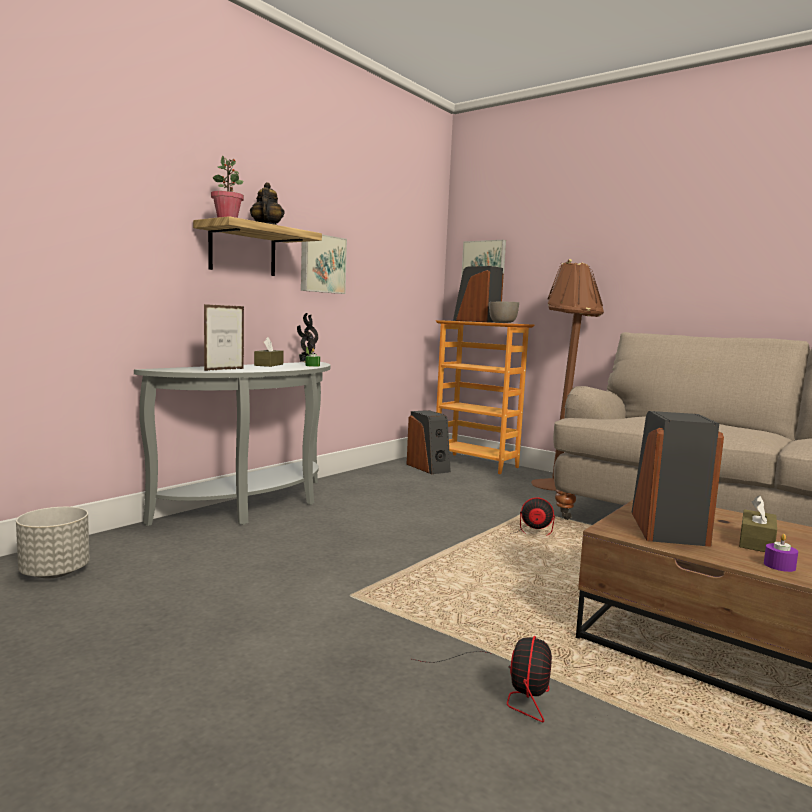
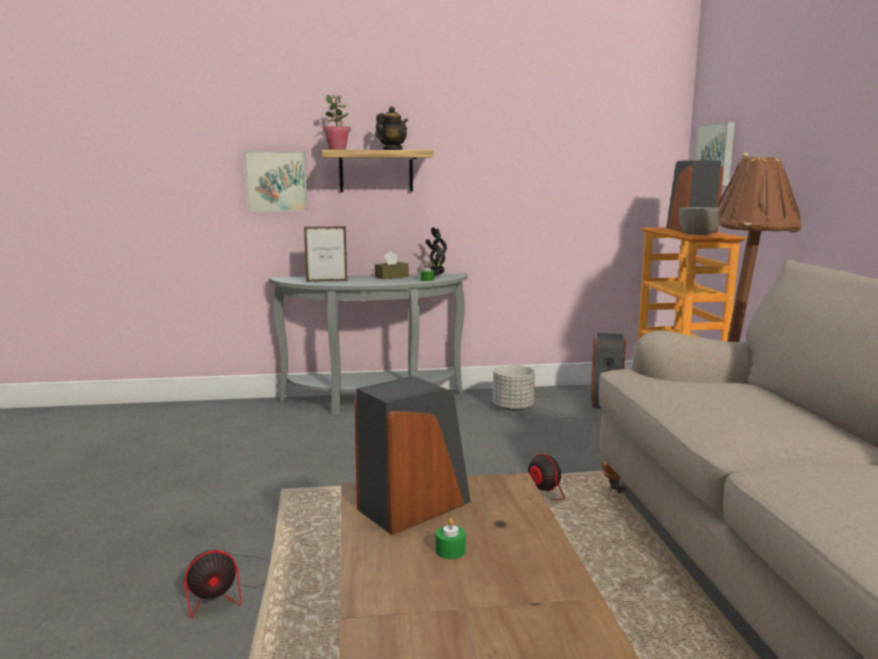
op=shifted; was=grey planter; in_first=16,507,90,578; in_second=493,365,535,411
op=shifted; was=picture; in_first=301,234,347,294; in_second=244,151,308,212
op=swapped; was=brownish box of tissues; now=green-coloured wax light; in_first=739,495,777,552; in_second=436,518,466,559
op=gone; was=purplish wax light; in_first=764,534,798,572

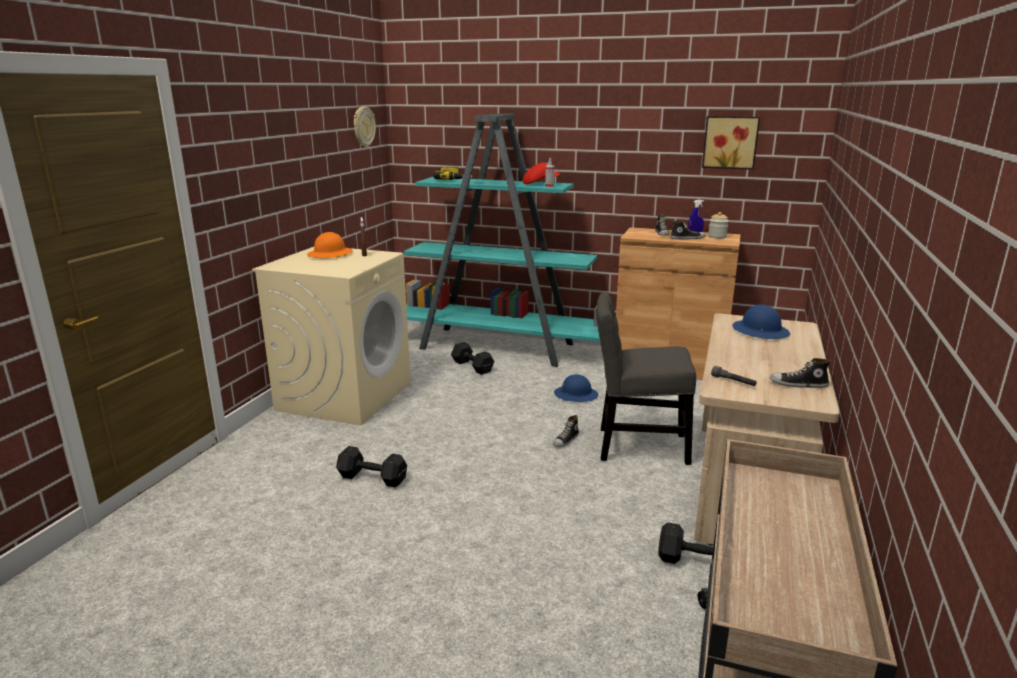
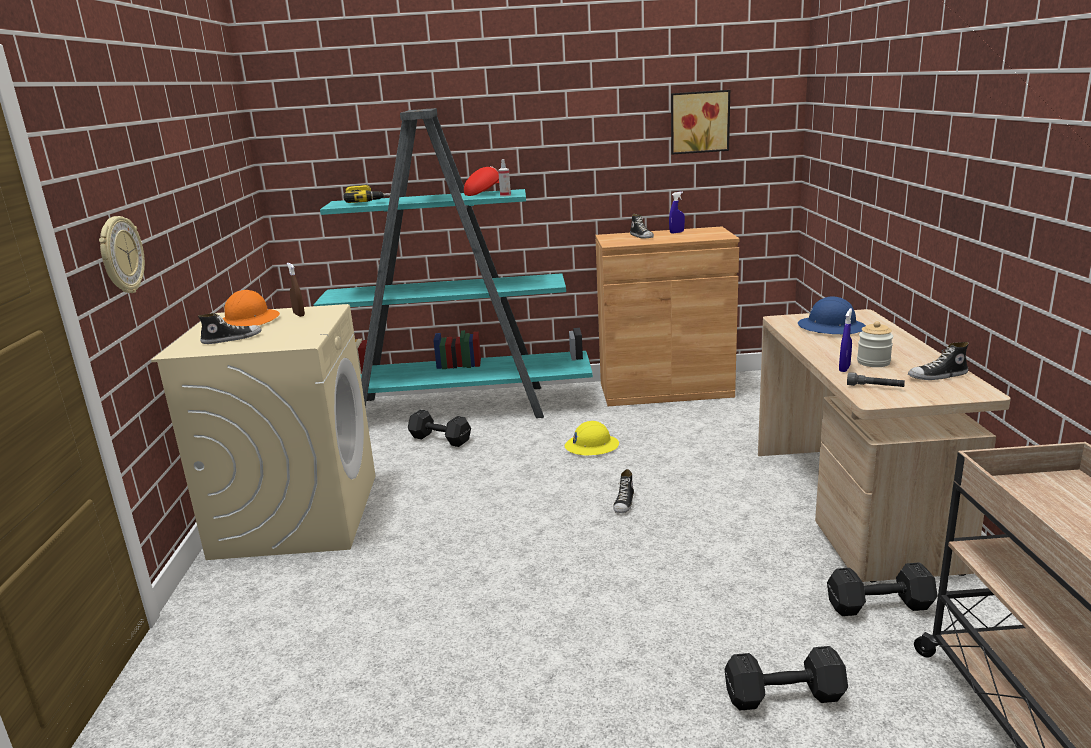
op=shifted; was=black dumbbell; in_first=336,446,407,487; in_second=725,646,848,710
op=shifted; was=clock on the wall; in_first=354,107,376,148; in_second=99,216,145,293
op=repainted; was=blue work helmet; now=yellowish work helmet; in_first=554,374,598,402; in_second=565,421,619,456
op=gone; was=grey upright chair; in_first=596,292,696,465
op=shifted; was=low shoe; in_first=670,221,706,239; in_second=198,313,262,344
op=shifted; was=jar; in_first=708,212,729,239; in_second=857,321,893,367
op=new; now=blue hand sprayer; in_second=839,308,852,372

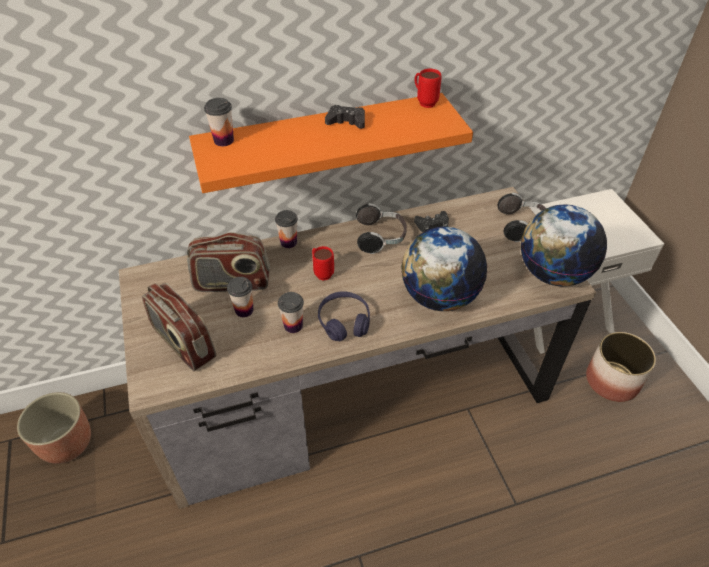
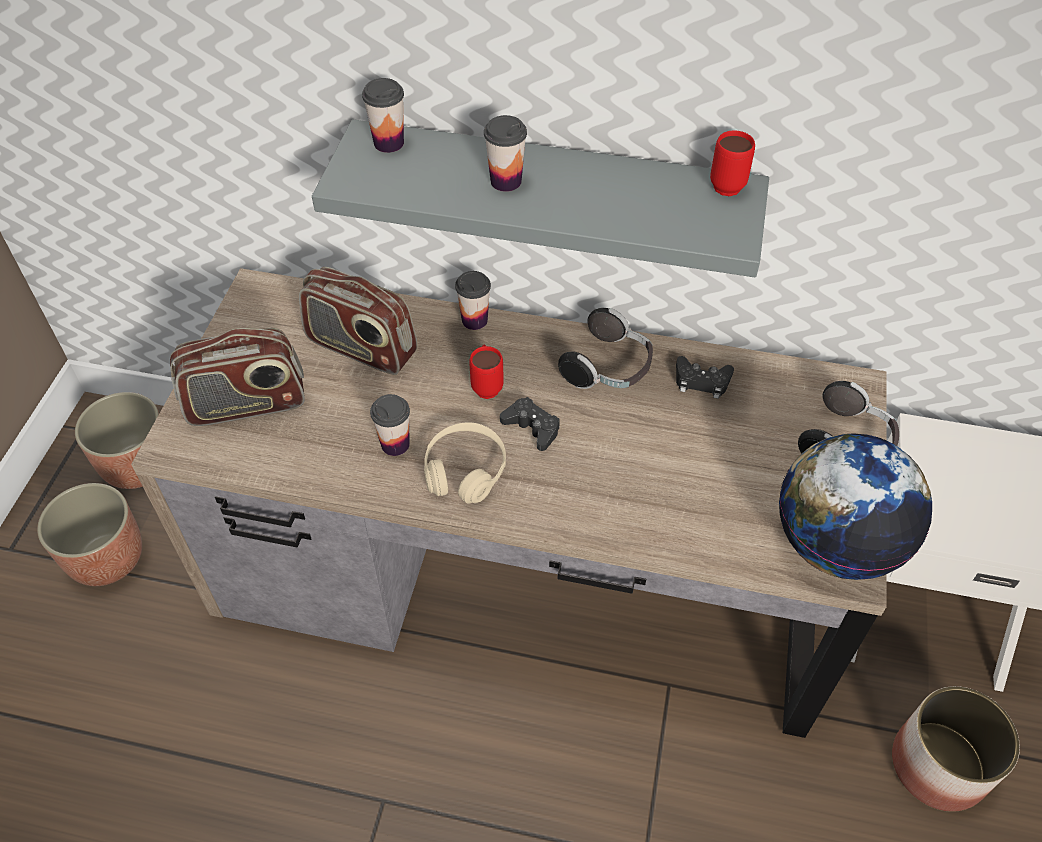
op=rotated; was=radio set; in_first=142,283,216,371; in_second=170,328,305,426; clockwise=-90
op=repainted; was=orange bracket shelf; now=grey bracket shelf; in_first=189,93,473,193; in_second=312,119,769,277
op=shifted; was=cup; in_first=227,277,253,317; in_second=484,115,527,192
op=repainted; was=purplish headphones; now=beige-coloured headphones; in_first=318,291,370,341; in_second=424,422,506,504
op=shifted; was=black gamepad; in_first=325,105,365,129; in_second=500,397,560,451
op=gone; was=desk globe; in_first=401,227,487,311
op=new; now=planter; in_second=37,483,142,586

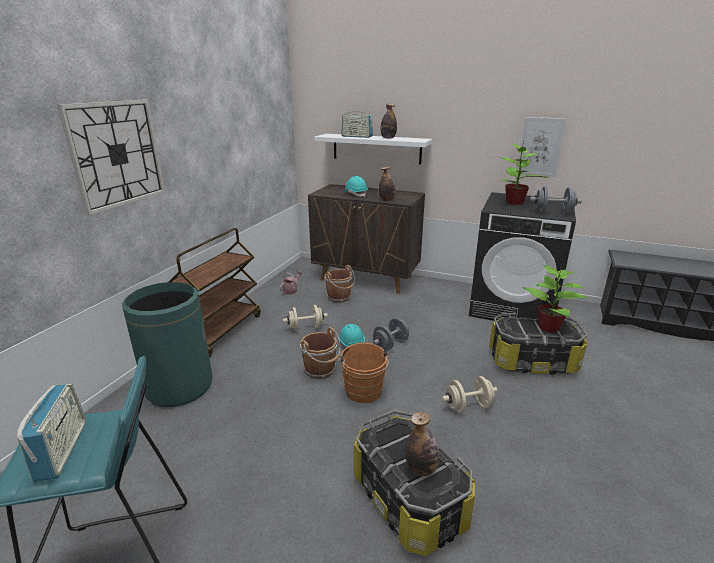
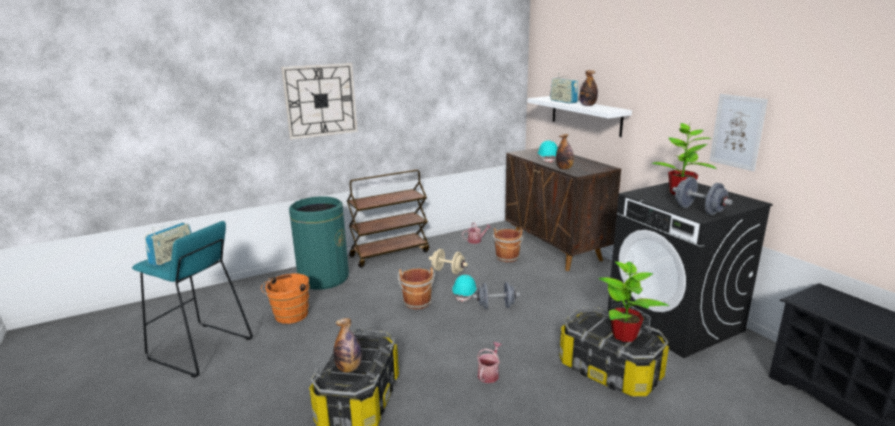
op=shifted; was=orange bucket; in_first=338,343,389,403; in_second=261,274,309,324
op=swapped; was=beige-coloured dumbbell; now=watering can; in_first=442,376,498,413; in_second=477,342,502,383

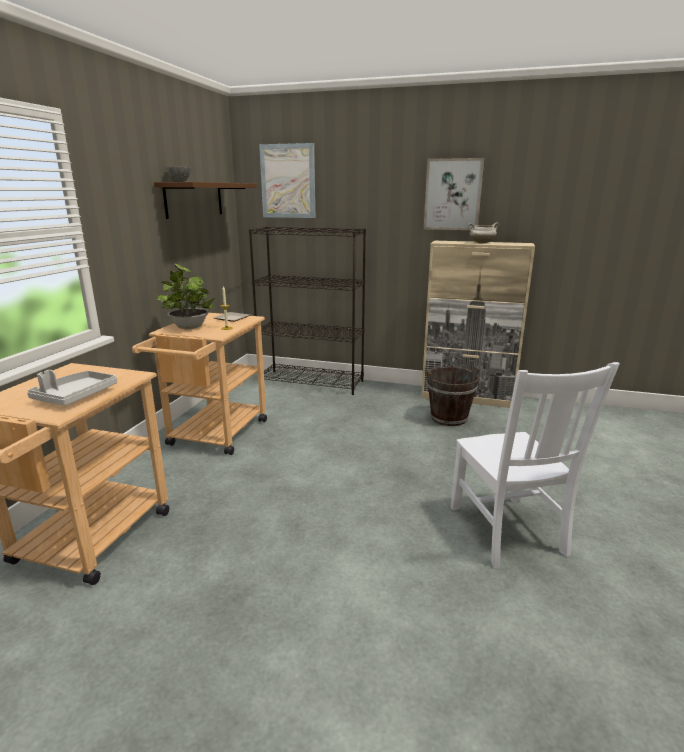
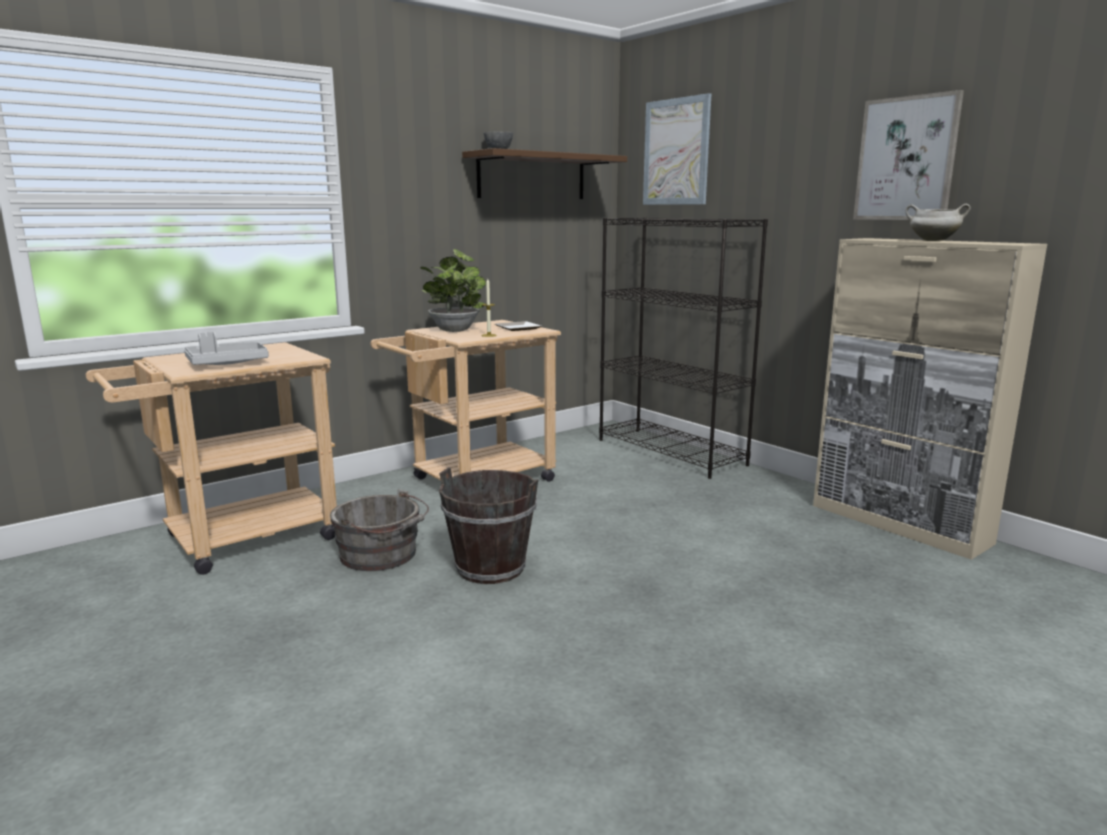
op=shifted; was=brownish bucket; in_first=427,366,479,426; in_second=439,467,539,584
op=gone; was=white upright chair; in_first=450,362,620,568
op=new; now=grey bucket; in_second=330,489,429,571

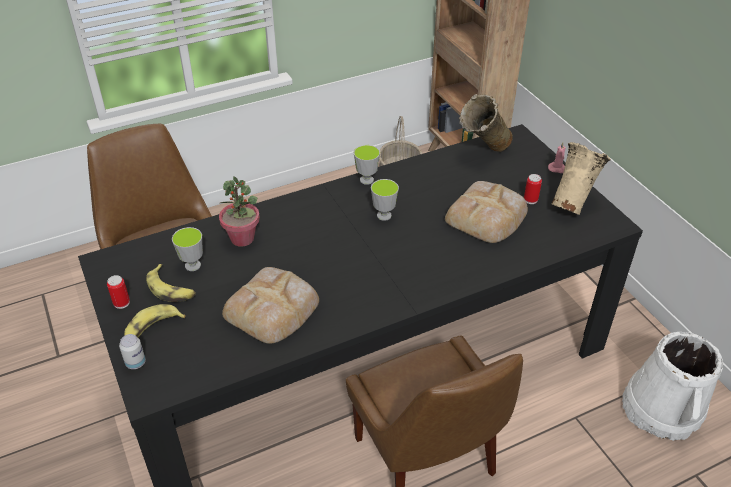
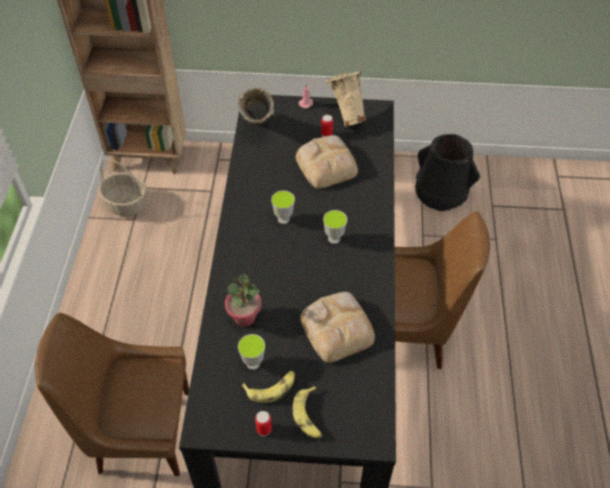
op=gone; was=metal can; in_first=119,334,146,369
op=shifted; was=cup; in_first=354,145,380,185; in_second=323,210,347,244
op=repainted; was=white bucket; now=black bucket; in_first=622,332,723,441; in_second=415,134,480,211

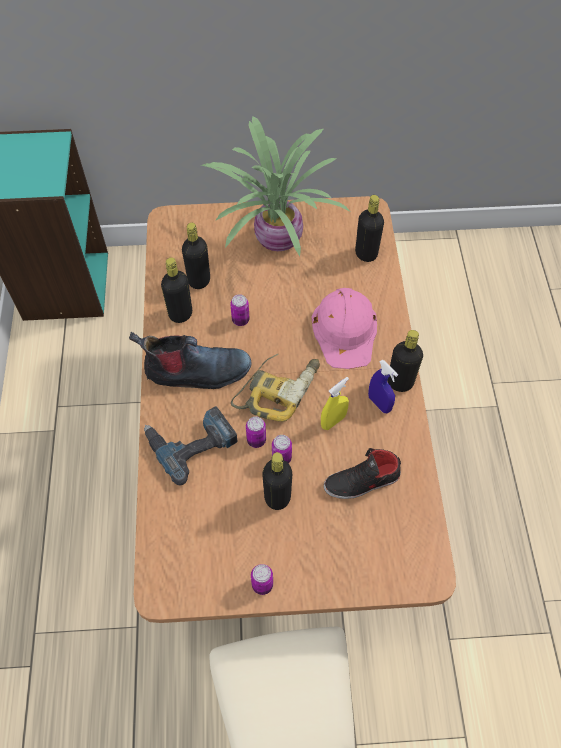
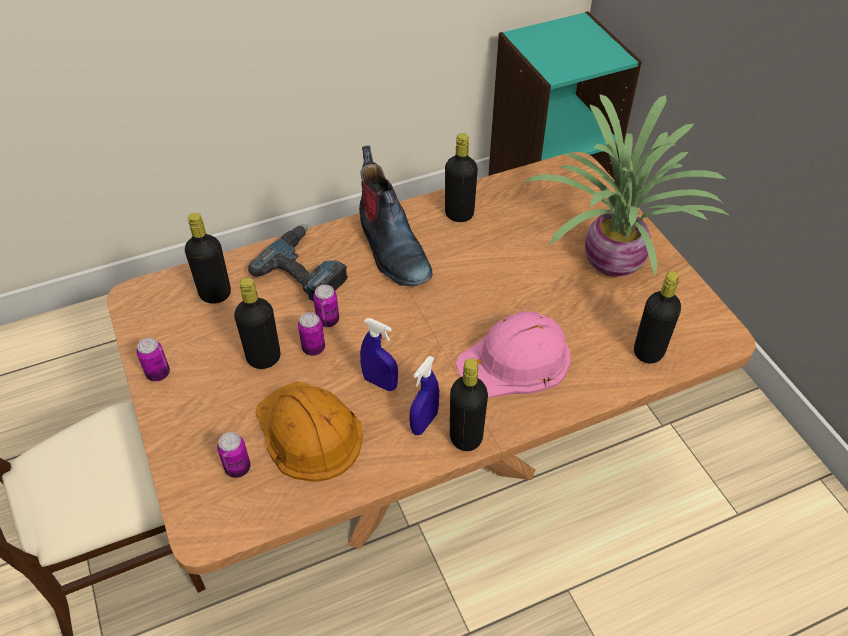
op=shifted; was=black bottle; in_first=182,222,210,289; in_second=185,213,231,304
op=shifted; was=metal can; in_first=230,294,250,326; in_second=217,432,251,478
op=gone; was=drill; in_first=231,354,320,422
op=repainted; was=yellowish hand sprayer; now=blue hand sprayer; in_first=321,377,349,430; in_second=360,318,398,391
op=swapped; was=black low shoe; now=orange work helmet; in_first=324,448,401,499; in_second=255,382,363,482

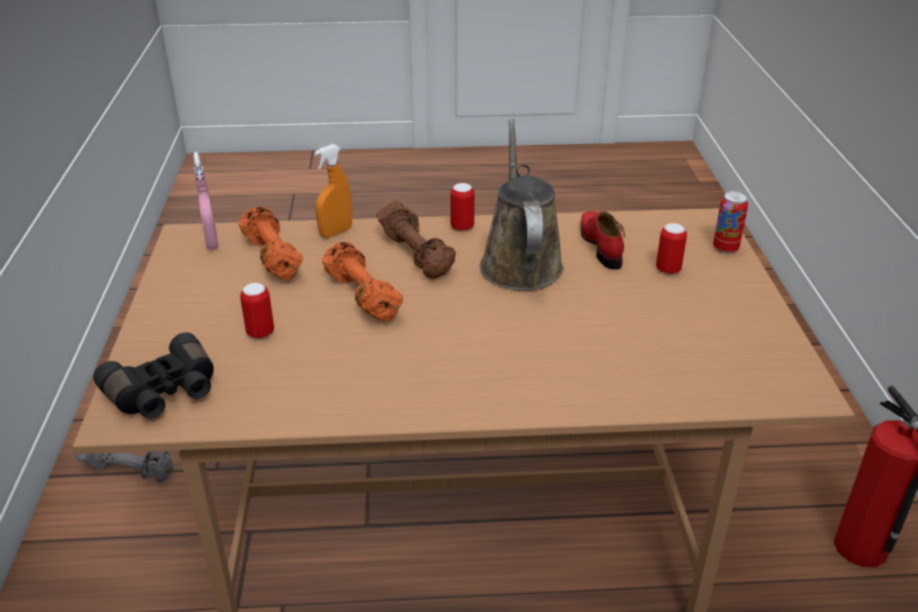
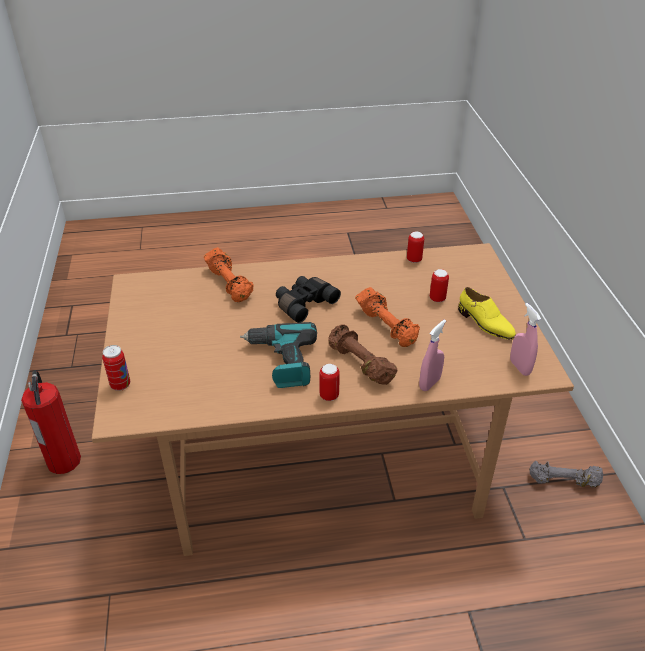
op=shifted; was=black pair of binoculars; in_first=93,332,214,419; in_second=276,276,341,323
op=shifted; was=orange dumbbell; in_first=239,206,303,280; in_second=204,247,253,302
op=repainted; was=orange hand sprayer; now=pink-coloured hand sprayer; in_first=314,144,352,238; in_second=419,319,446,391
op=swapped; was=brownish watering can; now=drill; in_first=480,119,564,291; in_second=240,322,317,388
op=gone; was=red-coloured low shoe; in_first=581,211,625,270
op=shifted; was=metal can; in_first=656,223,687,275; in_second=407,232,424,263
op=new; now=yellowish low shoe; in_second=458,287,516,340

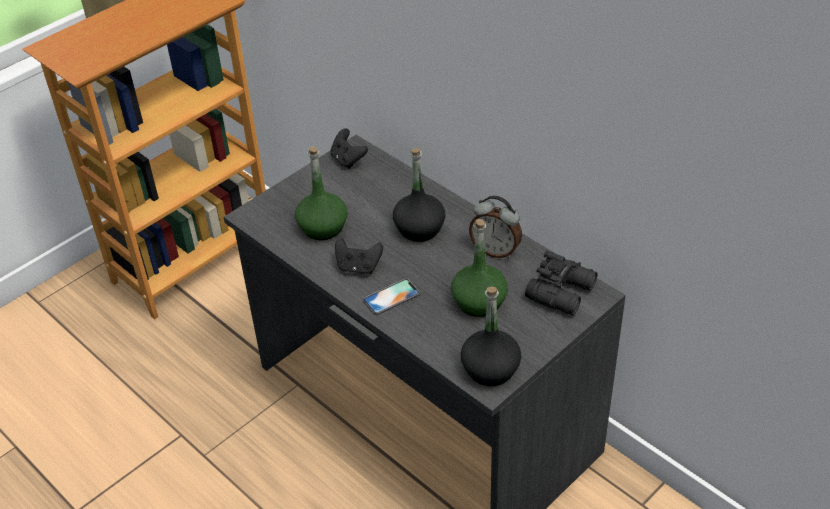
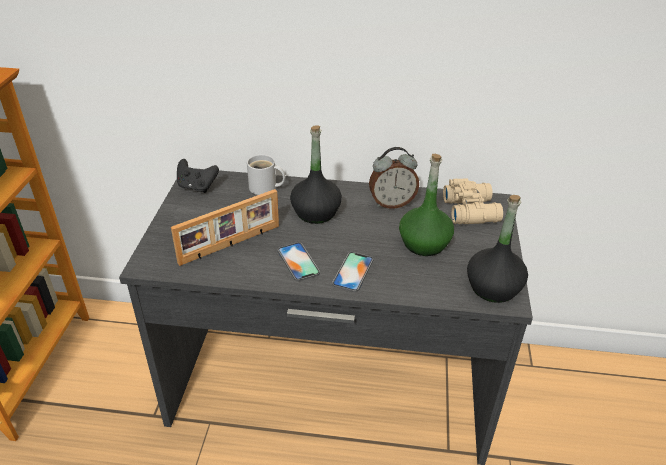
op=swapped; was=green-coloured bottle; now=standing frame; in_first=295,147,347,240; in_second=171,189,279,266
op=swapped; was=black gamepad; now=phone; in_first=335,237,383,274; in_second=278,242,320,281
op=repainted; was=black pair of binoculars; now=beige-coloured pair of binoculars; in_first=525,251,598,315; in_second=443,178,503,224
op=new; now=white mug; in_second=247,155,285,195

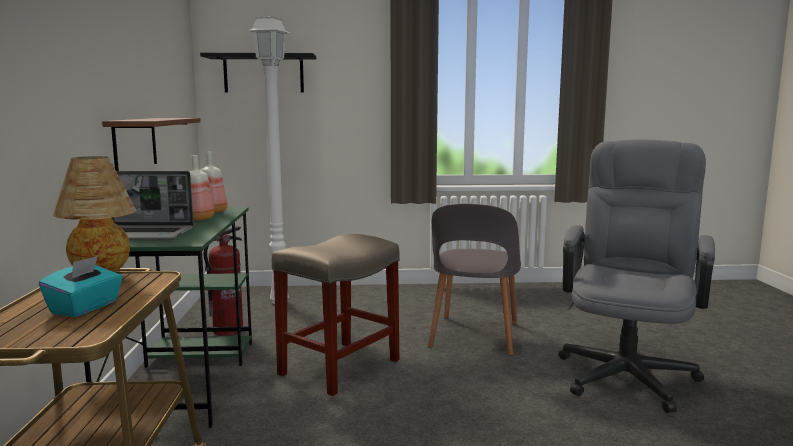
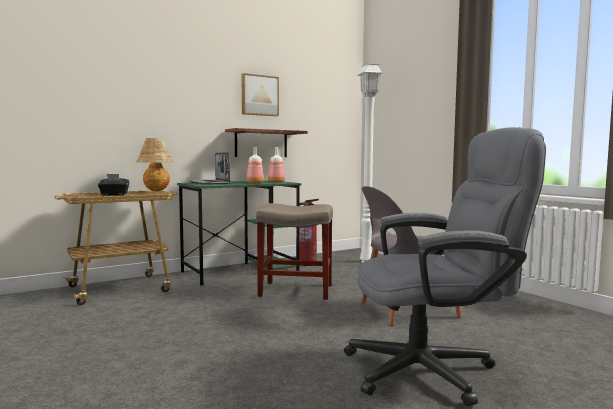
op=repainted; was=blue-green box of tissues; now=black box of tissues; in_first=39,256,123,317; in_second=98,174,130,195
op=gone; was=black bracket shelf; in_first=200,53,316,93
op=new; now=picture; in_second=242,73,279,116

